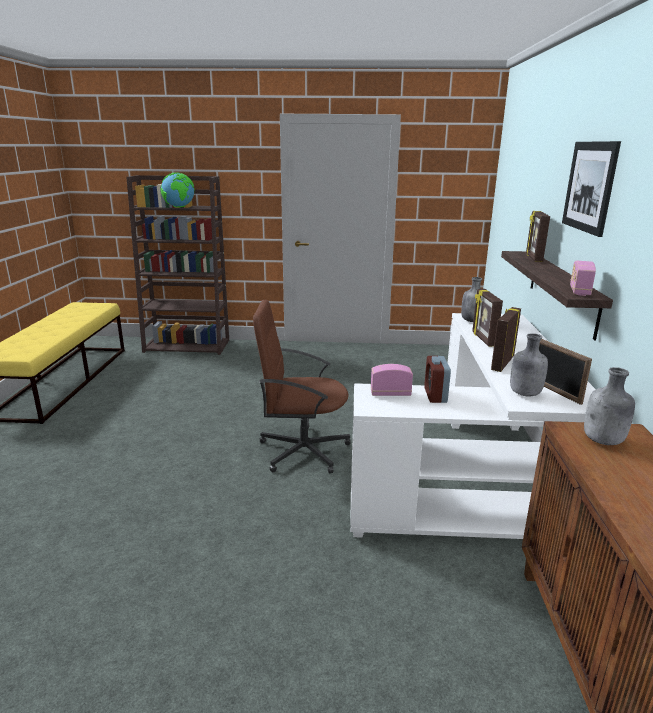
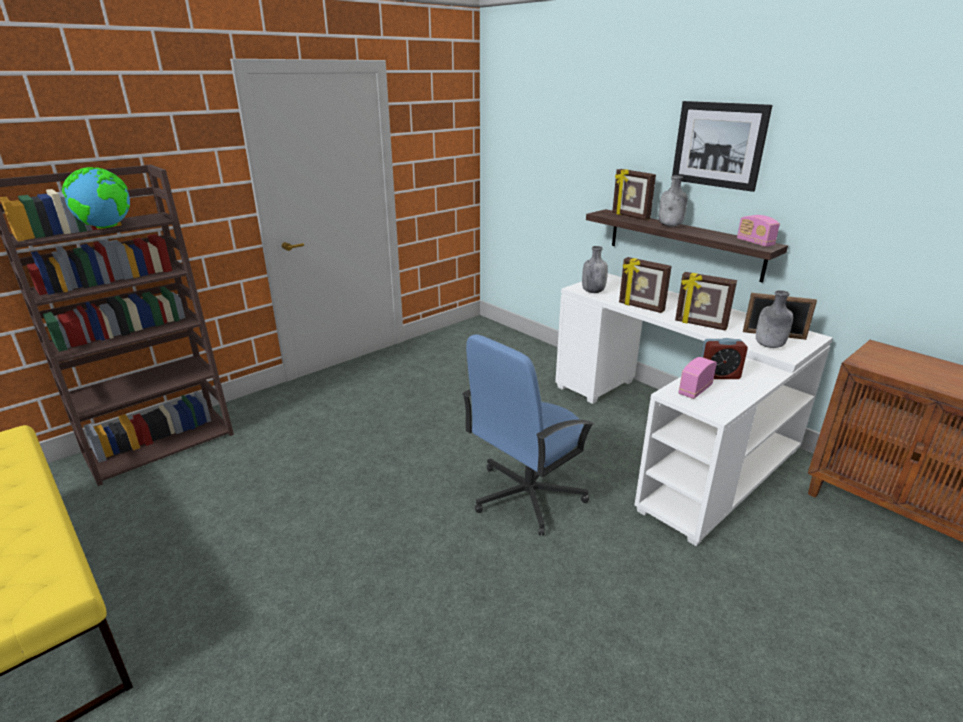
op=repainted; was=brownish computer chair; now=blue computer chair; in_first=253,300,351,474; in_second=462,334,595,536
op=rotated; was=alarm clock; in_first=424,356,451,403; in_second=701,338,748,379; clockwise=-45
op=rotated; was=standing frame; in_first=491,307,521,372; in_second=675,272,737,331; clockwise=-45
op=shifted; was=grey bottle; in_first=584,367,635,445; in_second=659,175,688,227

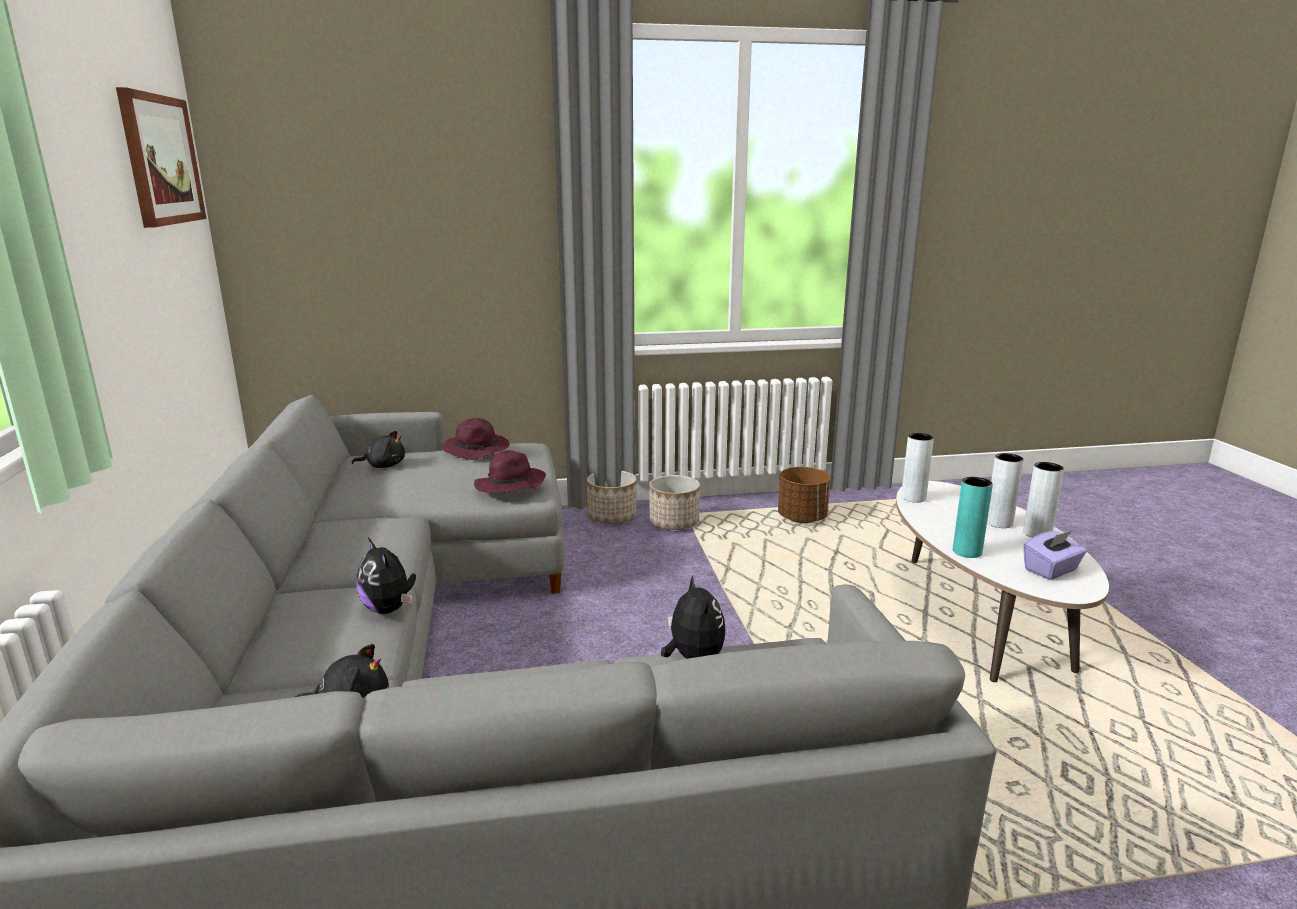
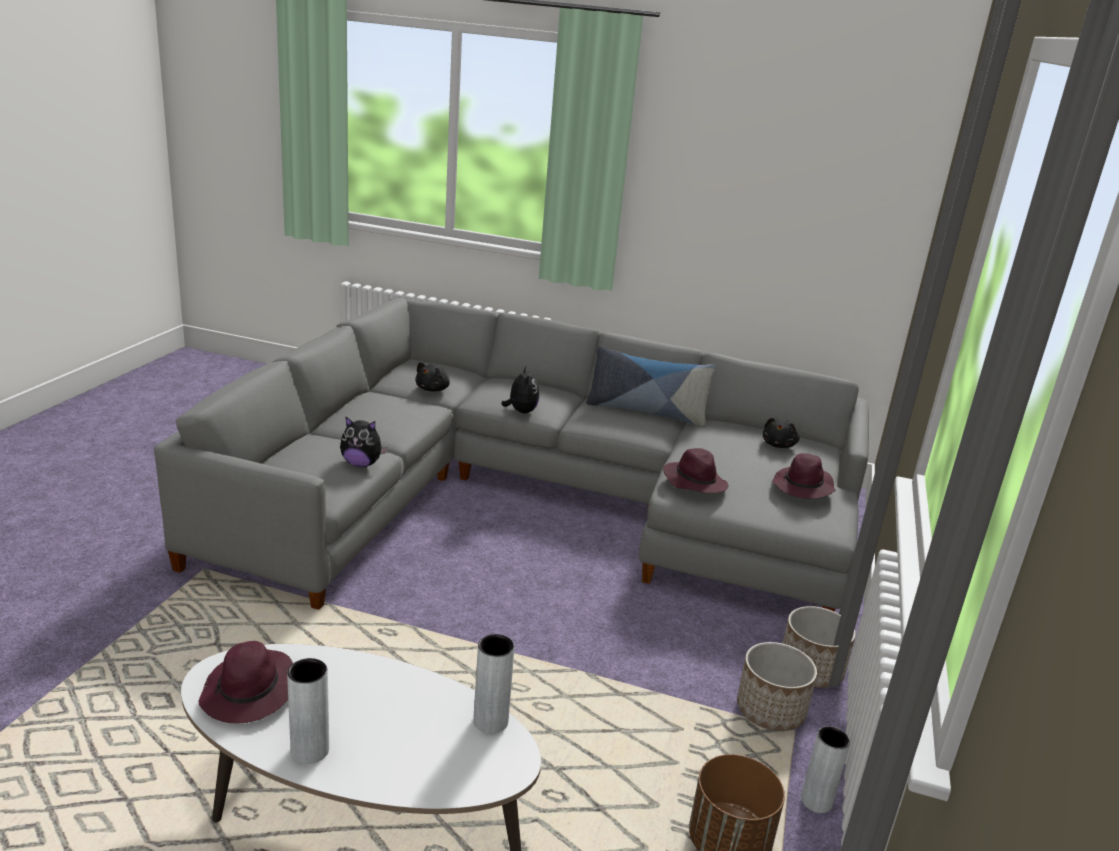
op=gone; was=picture; in_first=116,87,206,228
op=rotated; was=plush toy; in_first=356,538,416,614; in_second=501,366,539,413; clockwise=90
op=gone; was=blue-green flower vase; in_first=953,477,993,558
op=shifted; was=grey flower vase; in_first=987,453,1024,528; in_second=801,726,850,813
op=swapped; was=purplish box of tissues; now=purplish hat; in_first=1023,530,1087,580; in_second=198,641,293,724
op=new; now=throw pillow; in_second=586,346,716,426

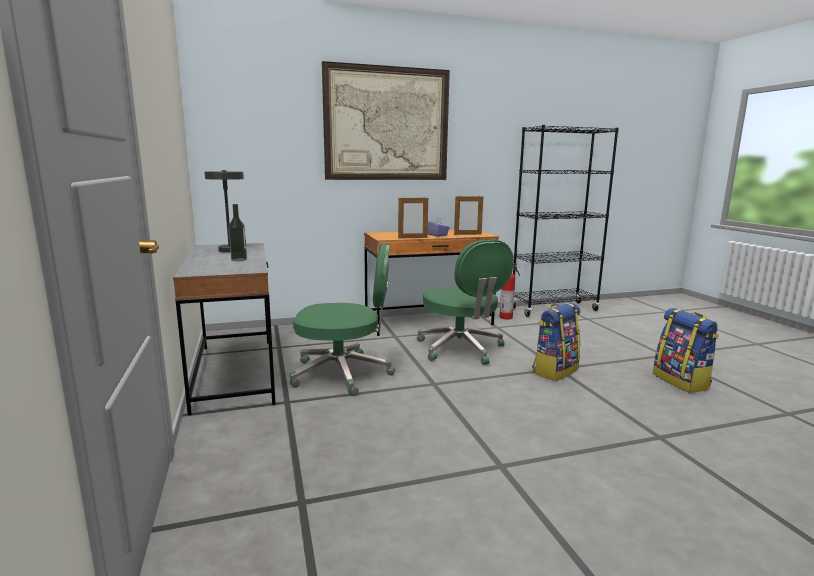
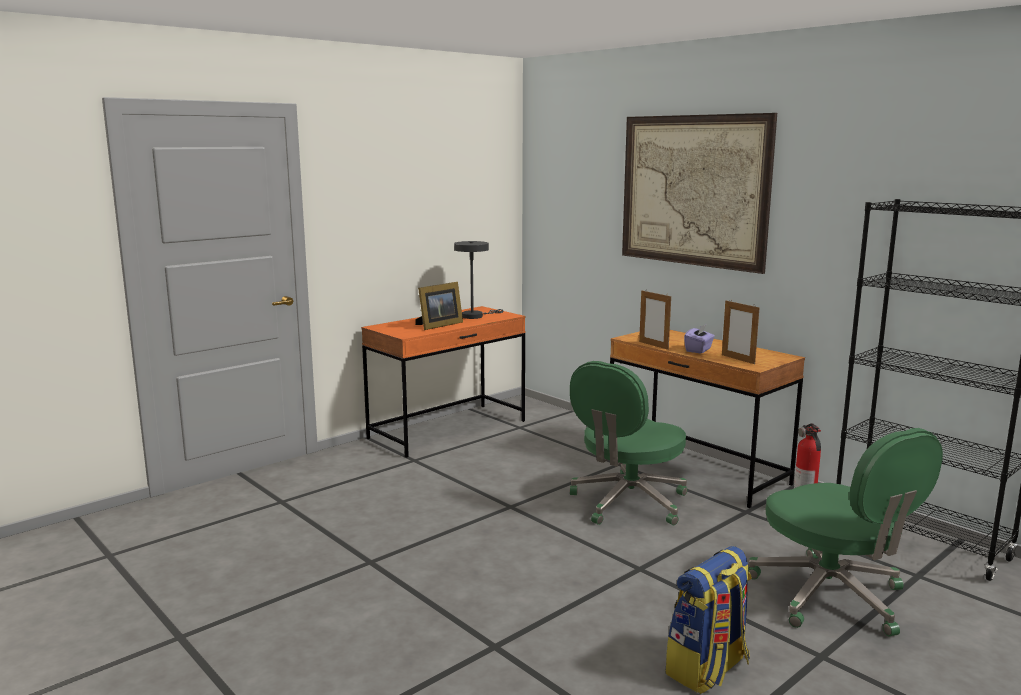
op=repainted; was=grey desk; now=orange desk; in_first=173,243,276,415; in_second=361,306,525,458
op=swapped; was=bottle; now=standing frame; in_first=229,204,247,261; in_second=415,282,463,330
op=shifted; was=green-coloured computer chair; in_first=290,243,395,396; in_second=748,428,943,636
op=gone; was=backpack; in_first=532,302,580,381

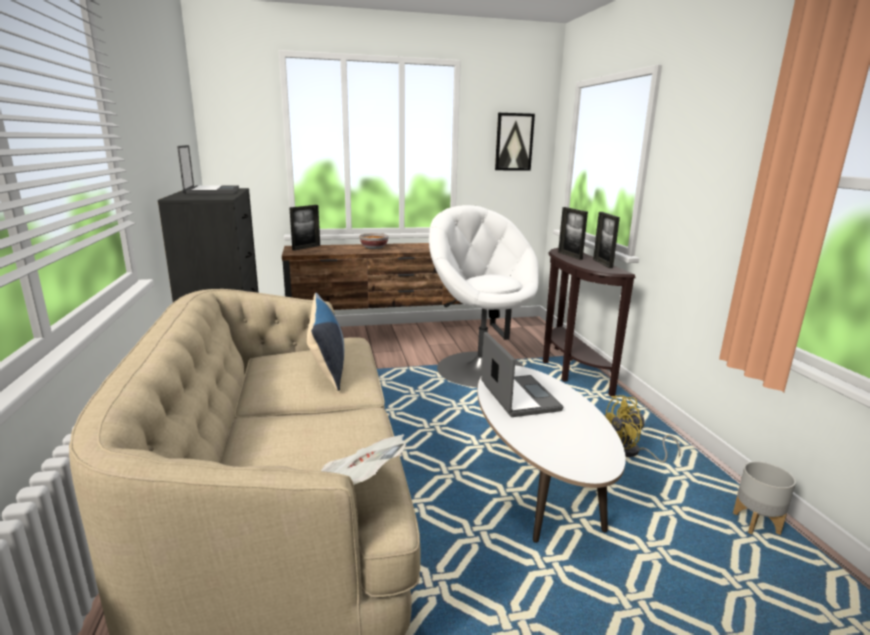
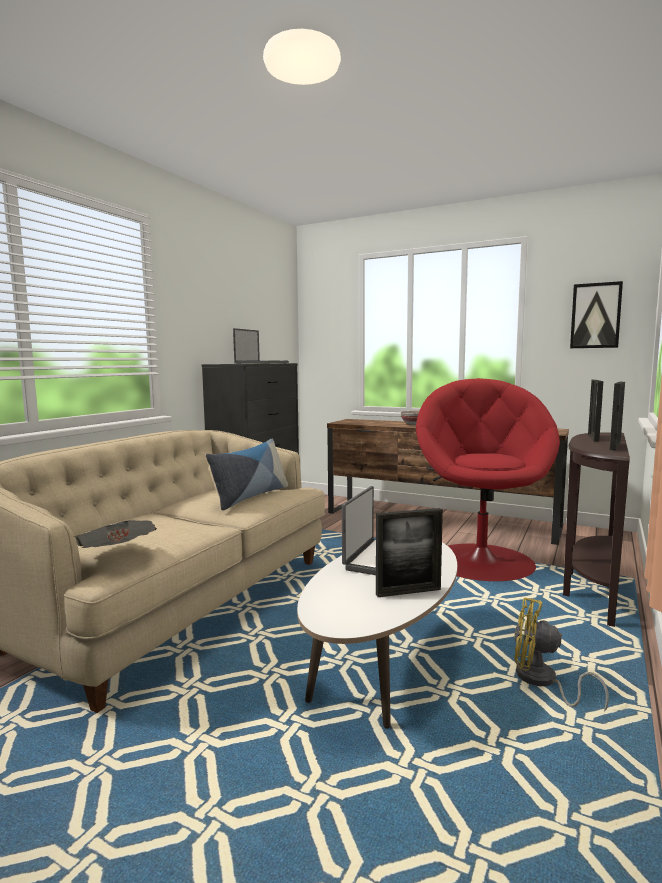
op=shifted; was=standing frame; in_first=289,205,320,251; in_second=376,508,443,597
op=repainted; was=white easy chair; now=red-coloured easy chair; in_first=429,205,539,388; in_second=416,378,560,581
op=gone; was=grey planter; in_first=733,461,796,535

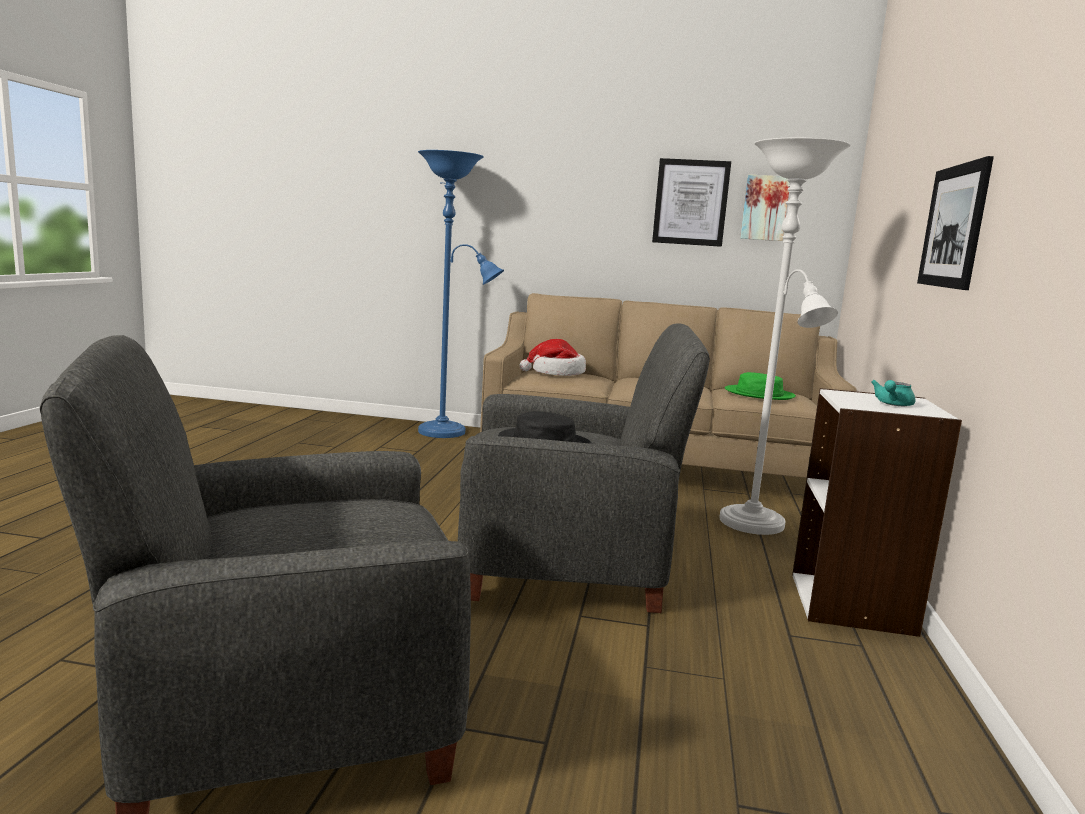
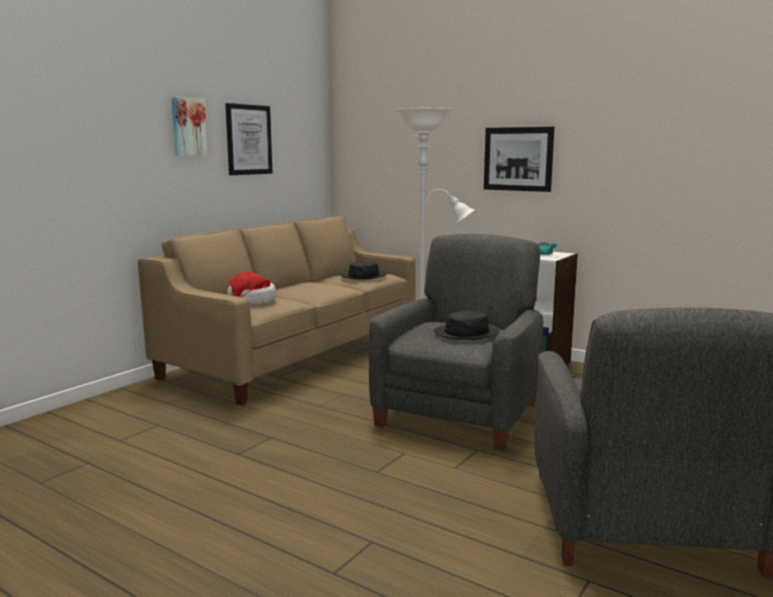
op=gone; was=blue floor lamp; in_first=418,150,504,438
op=repainted; was=green-coloured hat; now=black hat; in_first=725,372,796,400; in_second=340,261,387,280
op=shifted; was=picture; in_first=740,174,790,241; in_second=171,96,208,156

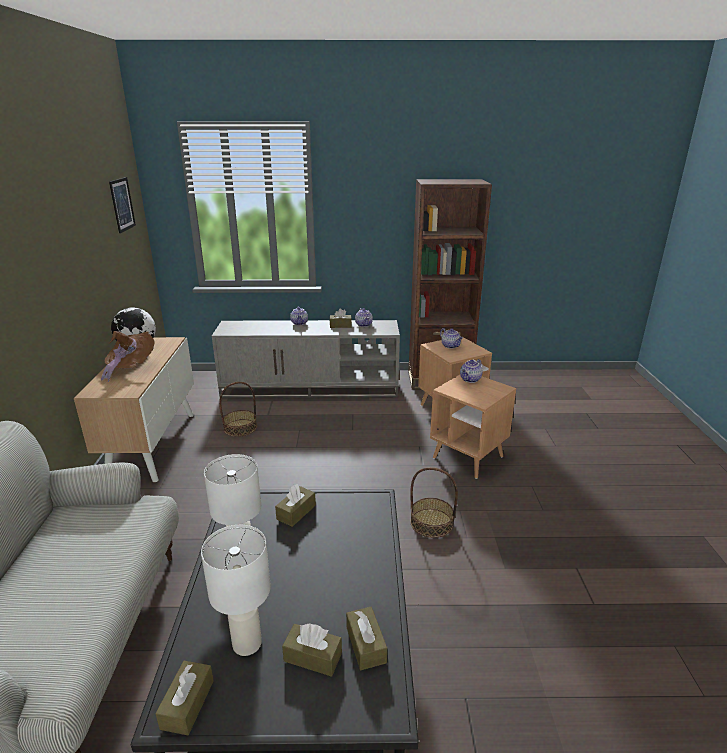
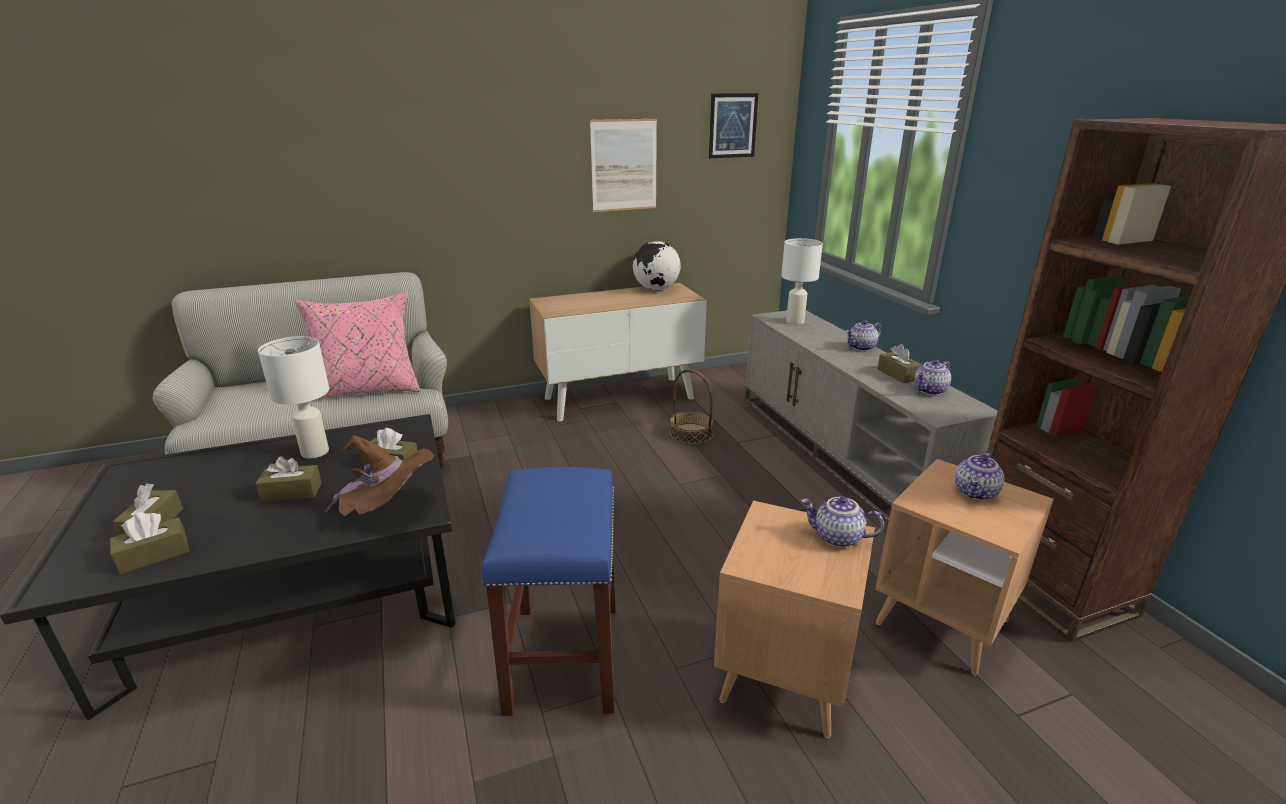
op=shifted; was=brownish hat; in_first=101,331,155,382; in_second=325,435,434,516
op=shifted; was=brownish box of tissues; in_first=155,661,213,735; in_second=255,456,322,502
op=shifted; was=white tabletop lamp; in_first=201,525,271,656; in_second=781,238,823,325
op=swapped; was=storage basket; now=blue stool; in_first=410,467,458,538; in_second=482,467,616,716
op=new; now=pink-coloured throw pillow; in_second=295,292,420,401
op=new; now=picture; in_second=590,119,657,212

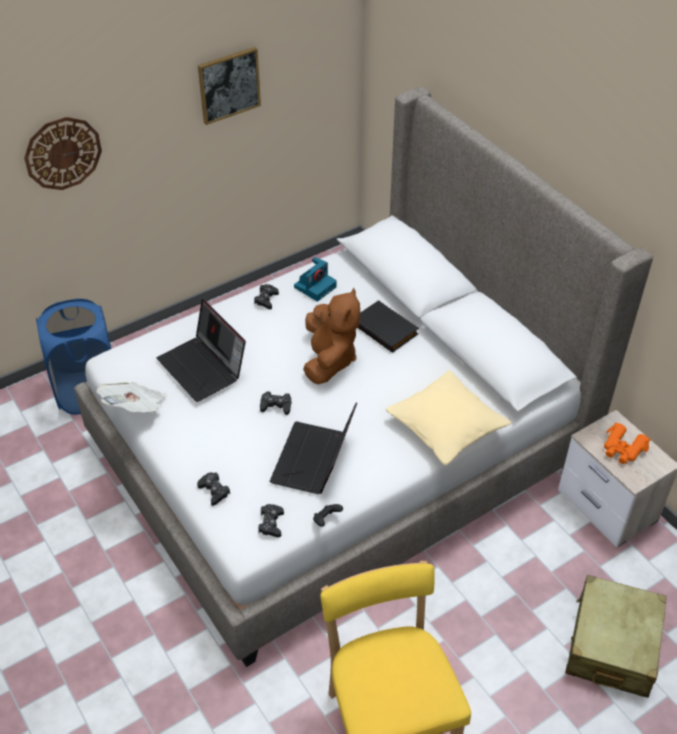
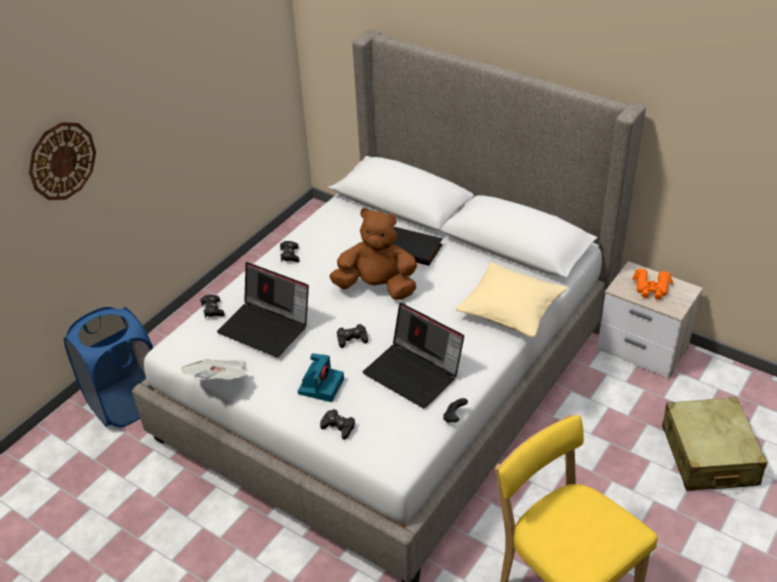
op=gone; was=picture; in_first=198,47,261,125
op=shifted; was=black gamepad; in_first=258,504,284,538; in_second=200,295,225,318
op=rotated; was=laptop; in_first=269,403,357,494; in_second=362,303,464,408; clockwise=-45
op=shifted; was=still camera; in_first=294,257,337,302; in_second=298,353,344,402
op=rotated; was=brownish plush toy; in_first=303,288,360,384; in_second=329,208,417,300; clockwise=-60

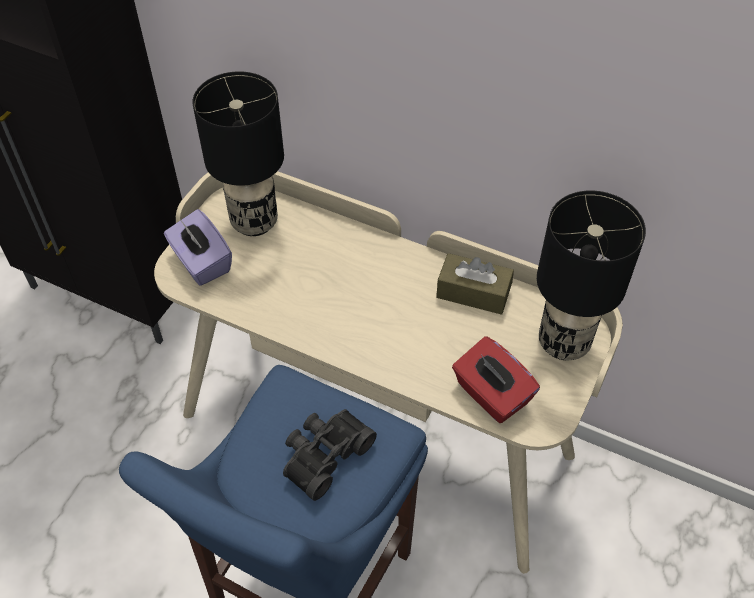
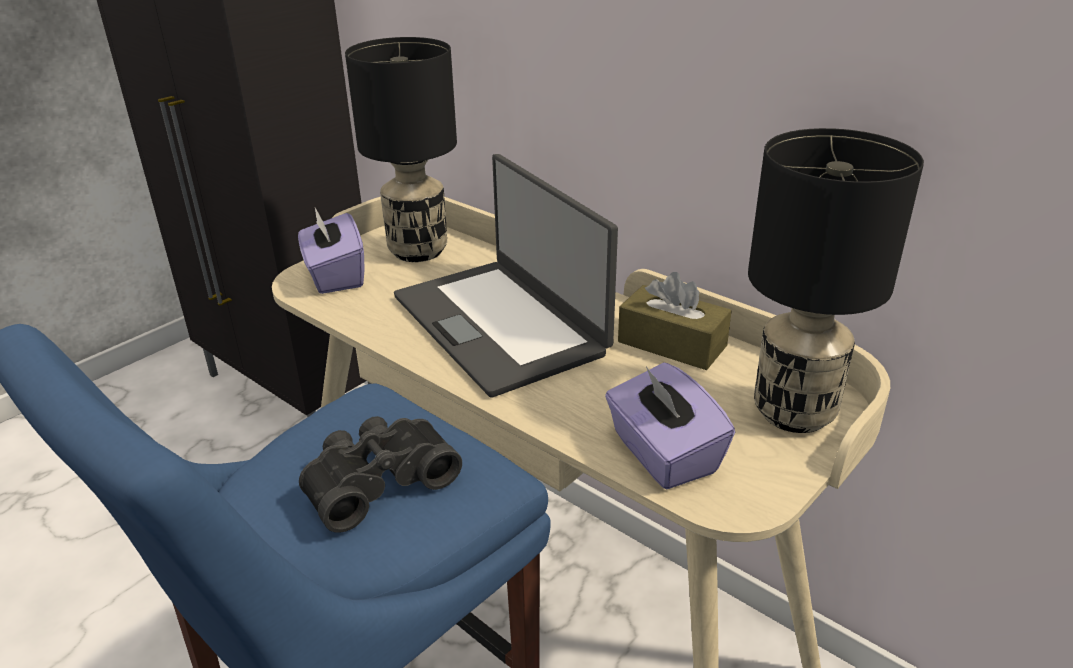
op=repainted; was=red-coloured box of tissues; now=purplish box of tissues; in_first=452,336,540,423; in_second=605,363,735,489
op=new; now=laptop; in_second=394,154,618,397

